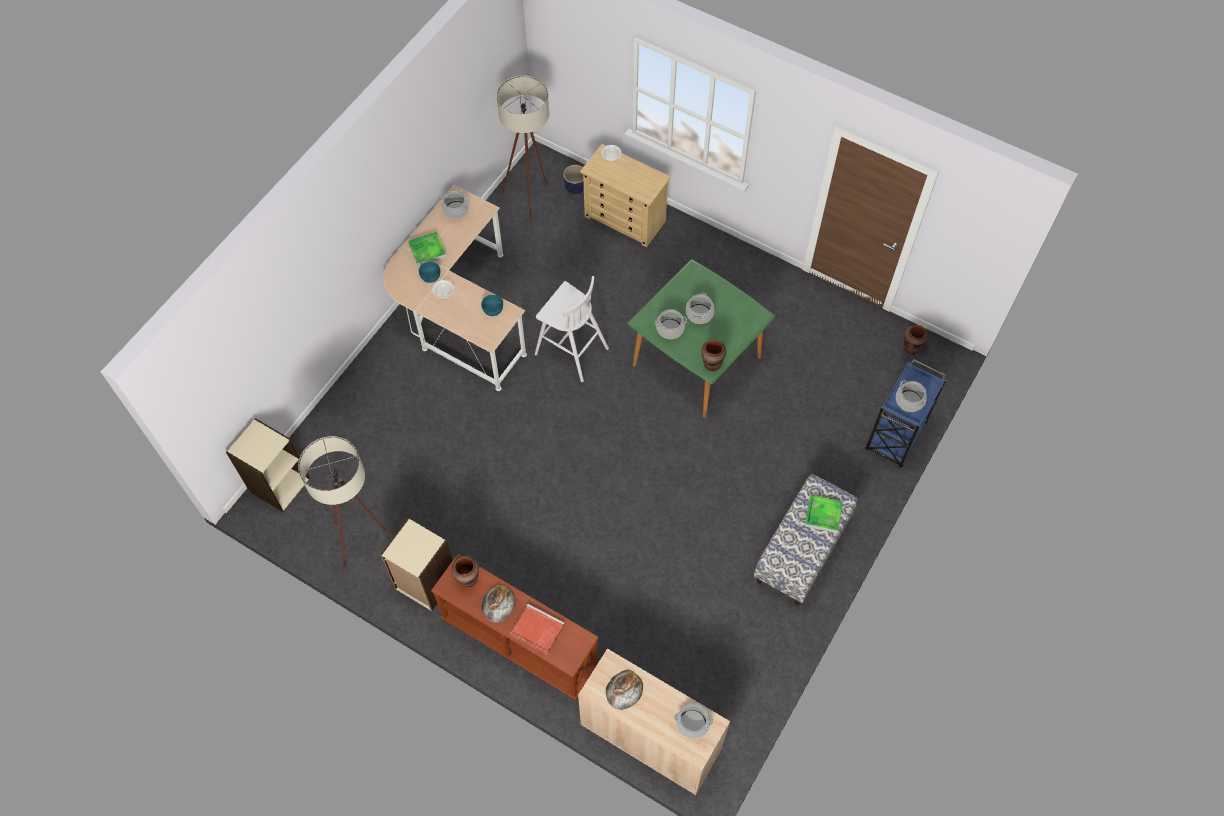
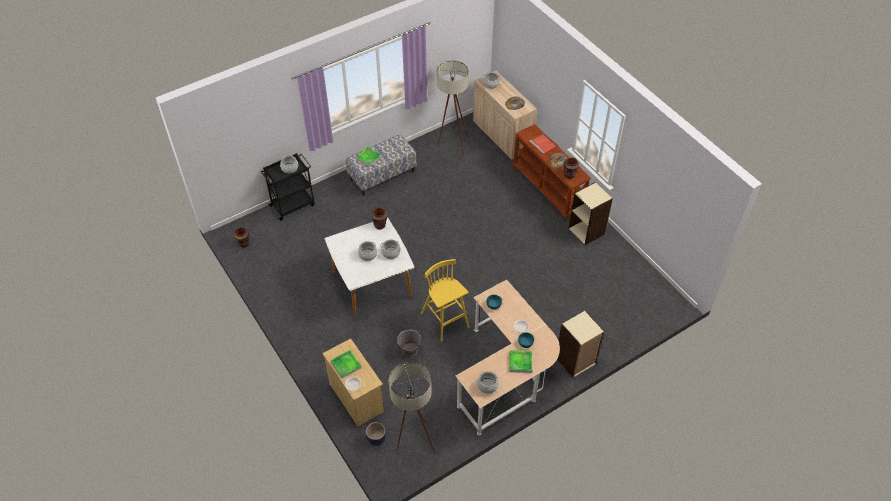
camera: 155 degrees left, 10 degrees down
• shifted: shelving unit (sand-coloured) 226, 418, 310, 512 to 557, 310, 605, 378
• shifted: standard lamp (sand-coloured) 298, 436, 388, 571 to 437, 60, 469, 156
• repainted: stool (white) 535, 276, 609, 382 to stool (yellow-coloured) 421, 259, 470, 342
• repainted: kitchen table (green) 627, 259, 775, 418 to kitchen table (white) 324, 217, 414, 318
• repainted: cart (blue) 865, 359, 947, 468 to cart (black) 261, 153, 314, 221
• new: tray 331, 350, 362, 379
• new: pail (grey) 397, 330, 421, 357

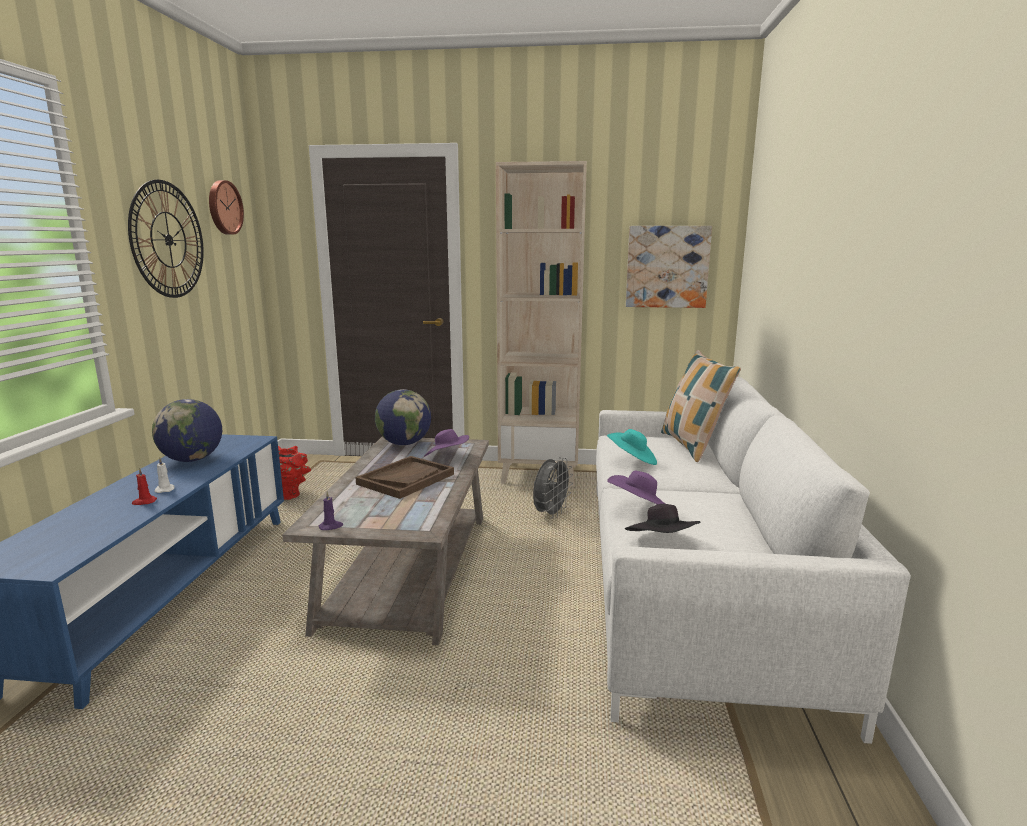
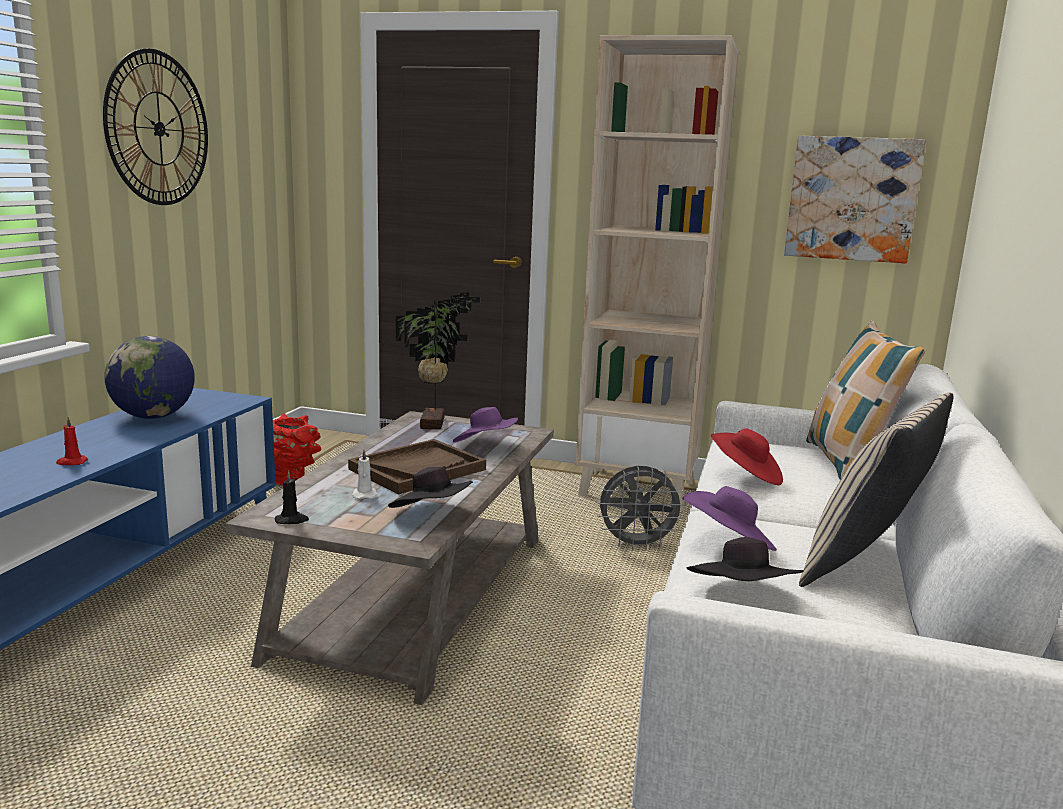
camera: 10 degrees right, 0 degrees up
• shifted: wax light (white) 155, 458, 175, 493 to 352, 450, 377, 499
• gone: hanging clock 209, 180, 244, 235
• repainted: wax light (purple-coloured) 319, 491, 343, 530 to wax light (black) 275, 471, 309, 524
• swapped: world globe 375, 389, 431, 445 to potted plant 396, 292, 480, 429
• rotated: fan (grey) 533, 457, 573, 519 = 597, 466, 686, 550 45 degrees clockwise
• repainted: hat (blue-green) 607, 429, 657, 465 to hat (red-coloured) 711, 428, 783, 485
• new: hat (black) 388, 467, 473, 508
• new: throw pillow (sand-coloured) 799, 392, 954, 587

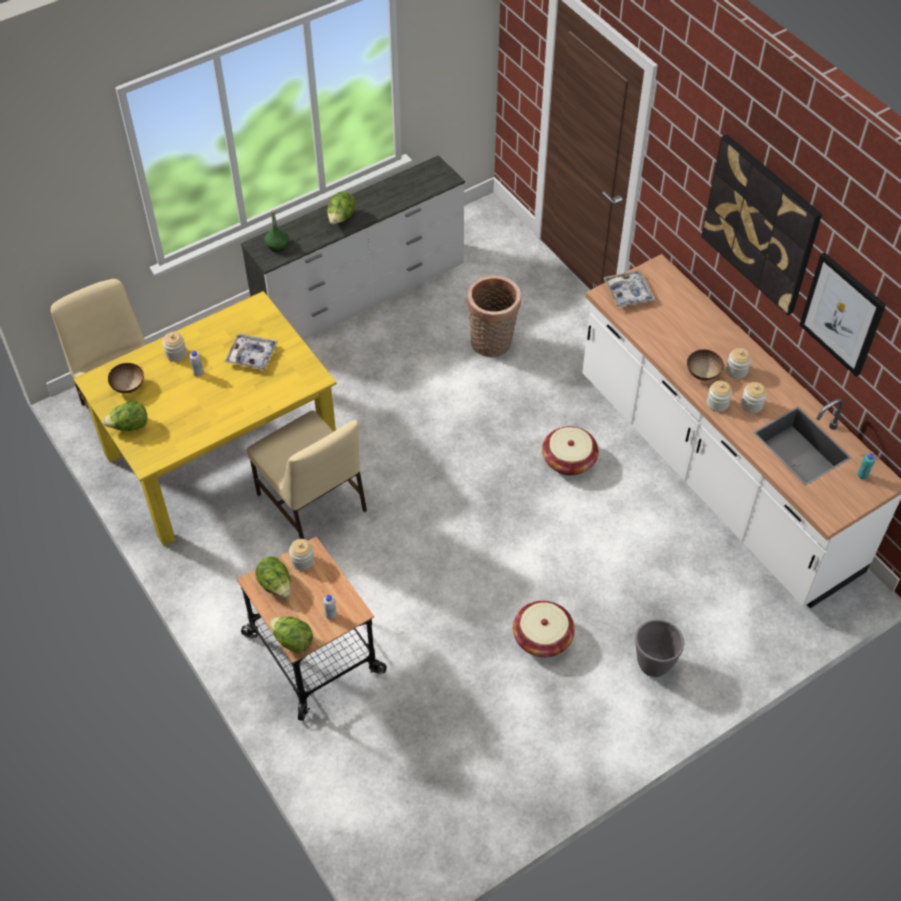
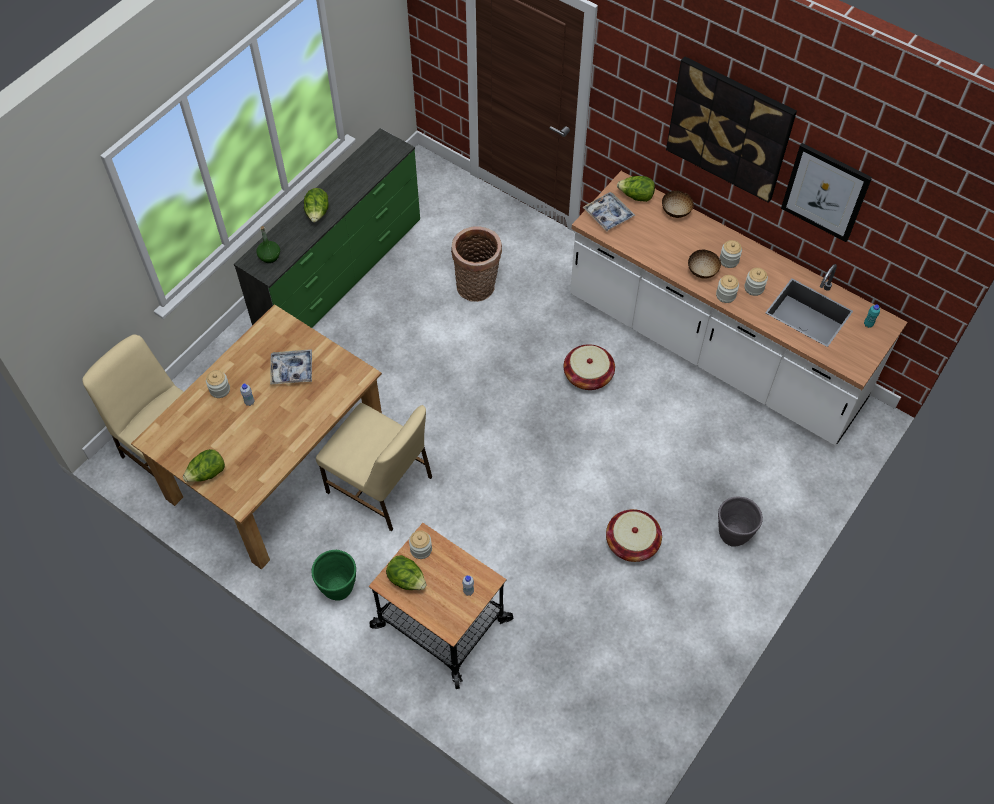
camera: 20 degrees left, 5 degrees up
• repainted: kitchen table (yellow-coloured) 74, 291, 337, 546 to kitchen table (brown-coloured) 131, 304, 382, 570
• shifted: deep dish 108, 363, 144, 394 to 662, 191, 694, 218
• repainted: chest of drawers (white) 241, 155, 465, 340 to chest of drawers (green) 234, 128, 420, 328
• shifted: lettuce head 270, 616, 313, 653 to 617, 176, 655, 202
• new: flower pot (green) 311, 550, 356, 601

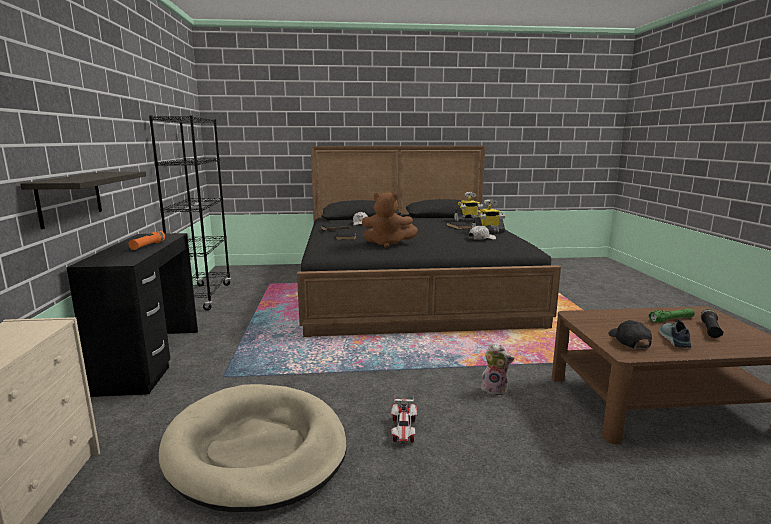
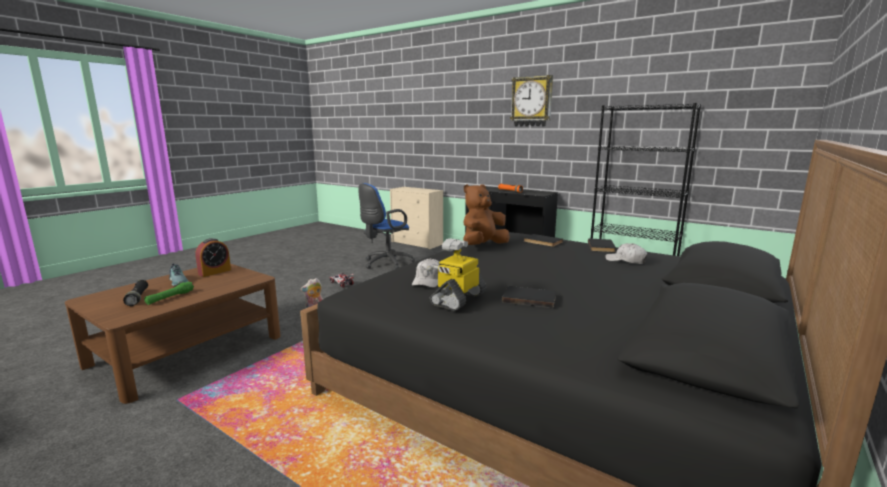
camera: 130 degrees right, 0 degrees up
• gone: bracket shelf 20, 172, 146, 229
• swapped: pet bed (sand-coloured) 159, 384, 347, 512 to desk chair (blue) 358, 183, 415, 269
• gone: model robot 454, 192, 483, 222
• swapped: baseball cap (black) 608, 320, 652, 349 to table clock 195, 238, 231, 277
• new: hanging clock 510, 75, 553, 126

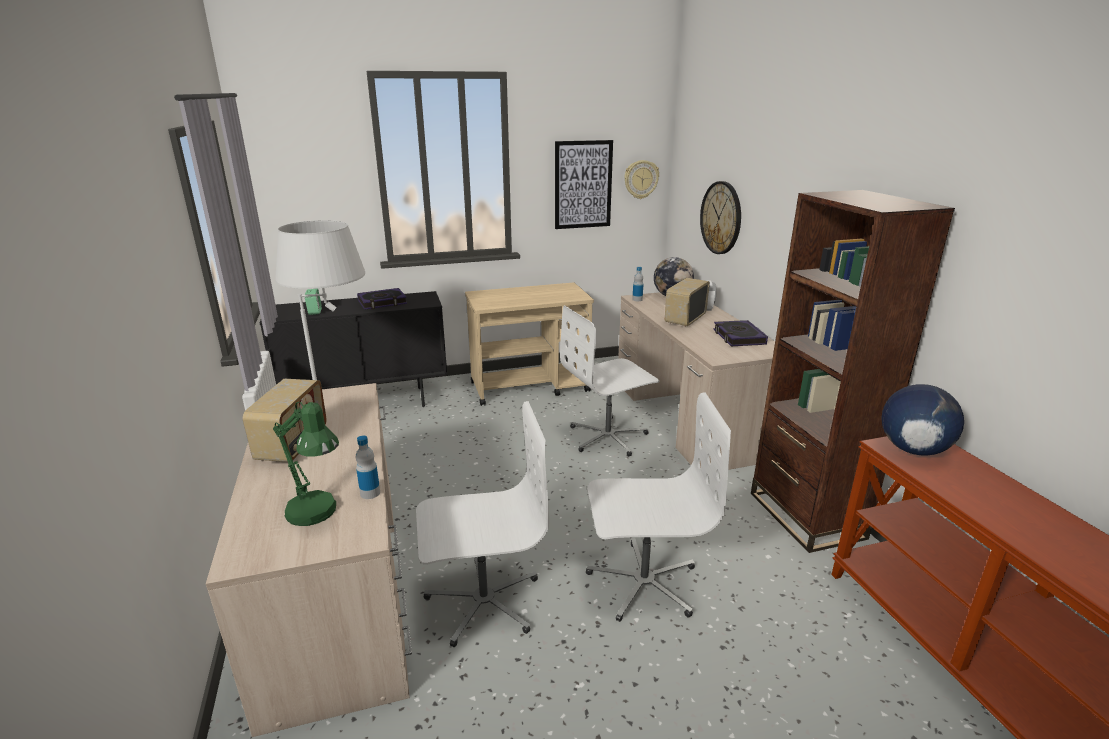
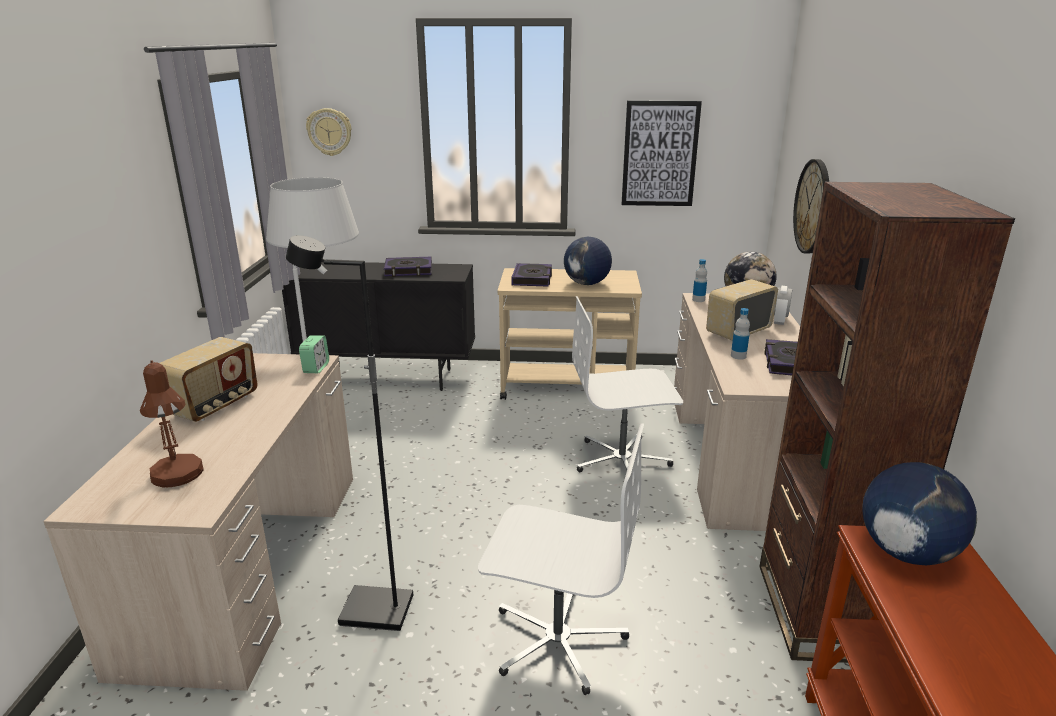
camera: 20 degrees right, 0 degrees up
• repainted: lamp for a table (green) 273, 402, 339, 526 to lamp for a table (brown-coloured) 140, 361, 204, 488
• shifted: table clock 305, 288, 322, 315 to 299, 335, 329, 373
• shifted: bottle 356, 436, 380, 499 to 731, 308, 750, 360
• swapped: desk chair (white) 416, 401, 549, 647 to standard lamp (black) 286, 235, 413, 631
• shifted: hanging clock 624, 160, 659, 199 to 306, 108, 351, 156
• new: bound book 512, 263, 552, 286
• new: world globe 564, 237, 612, 285

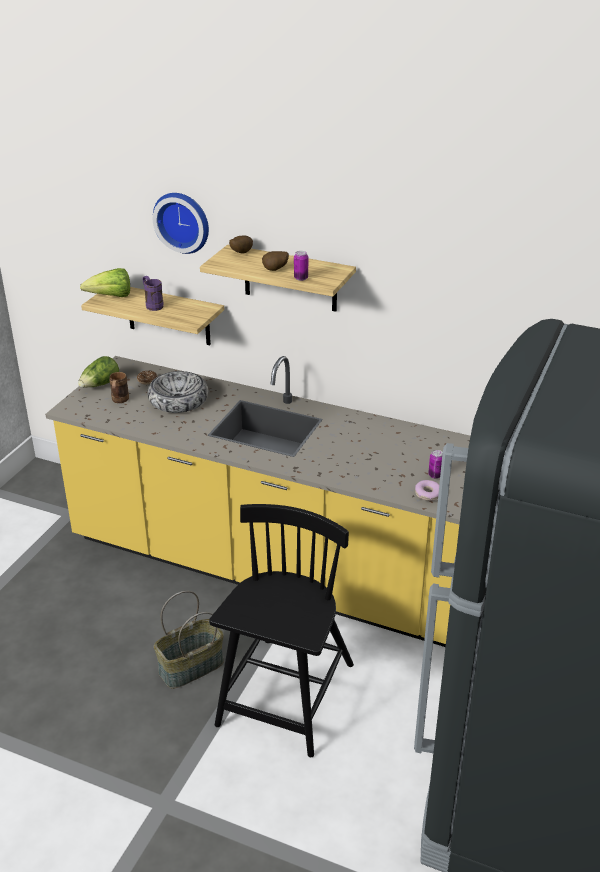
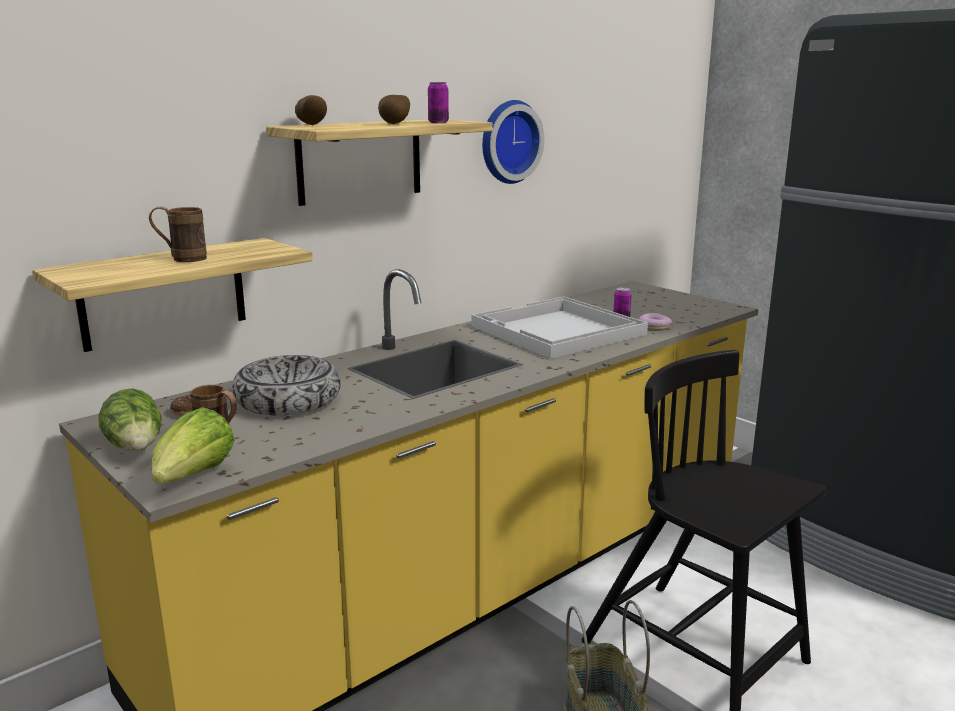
camera: 65 degrees left, 15 degrees down
• shifted: lettuce head 80, 268, 130, 297 to 152, 407, 235, 484
• repainted: tea mug (purple-coloured) 143, 276, 164, 311 to tea mug (brown-coloured) 149, 207, 207, 262
• shifted: hanging clock 153, 193, 209, 254 to 482, 100, 544, 184
• new: tray (white) 471, 297, 648, 359

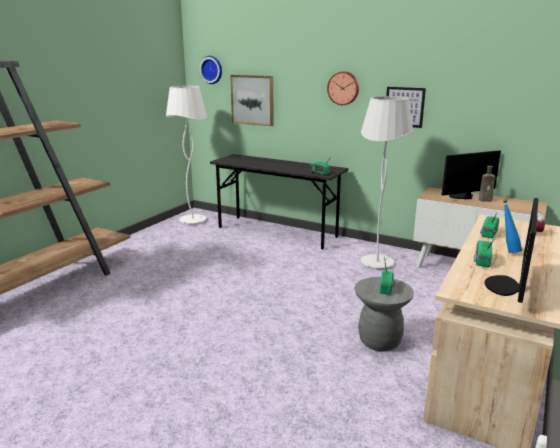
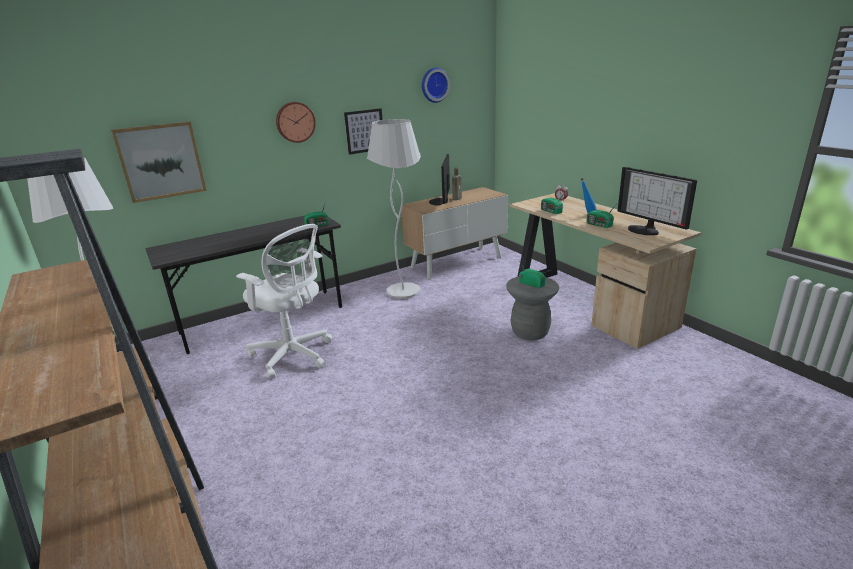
camera: 60 degrees left, 5 degrees up
• shifted: hanging clock 199, 56, 222, 84 to 422, 67, 450, 103
• new: desk chair (white) 236, 224, 332, 379

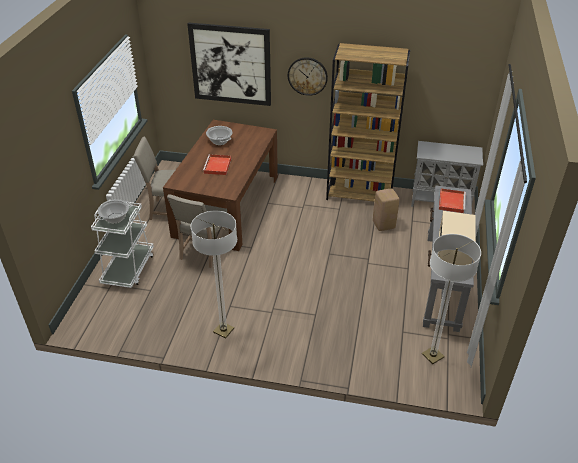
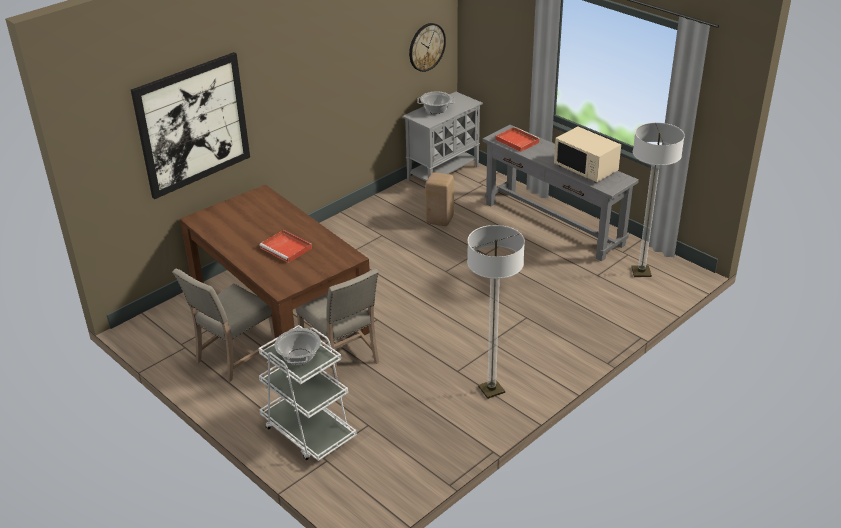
camera: 55 degrees left, 5 degrees down
• shifted: stockpot 206, 126, 233, 145 to 417, 91, 455, 114
• shifted: hanging clock 288, 57, 328, 96 to 409, 23, 446, 72
• gone: shelving unit (brown-coloured) 326, 43, 410, 202

